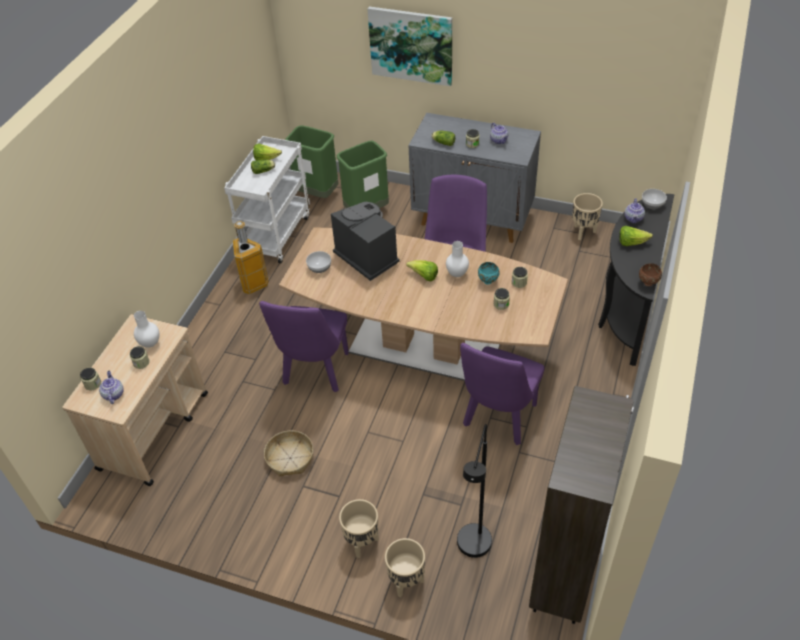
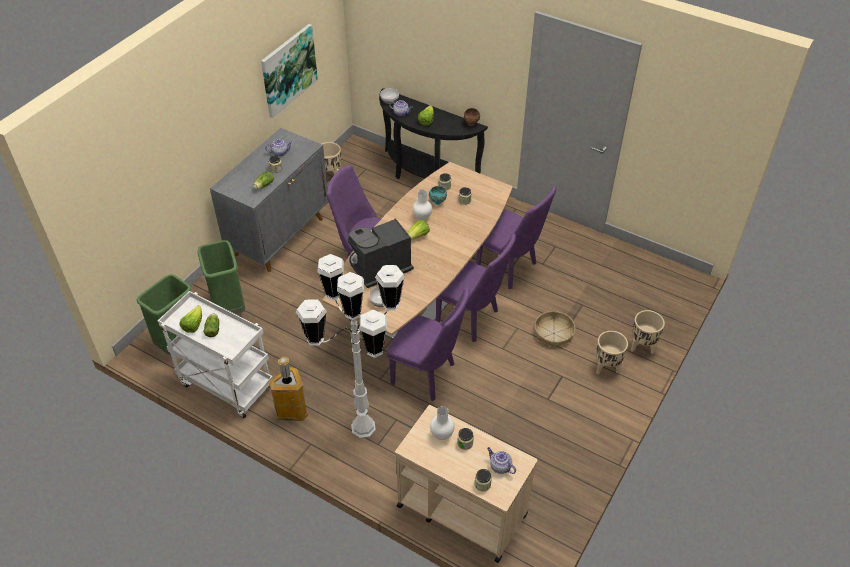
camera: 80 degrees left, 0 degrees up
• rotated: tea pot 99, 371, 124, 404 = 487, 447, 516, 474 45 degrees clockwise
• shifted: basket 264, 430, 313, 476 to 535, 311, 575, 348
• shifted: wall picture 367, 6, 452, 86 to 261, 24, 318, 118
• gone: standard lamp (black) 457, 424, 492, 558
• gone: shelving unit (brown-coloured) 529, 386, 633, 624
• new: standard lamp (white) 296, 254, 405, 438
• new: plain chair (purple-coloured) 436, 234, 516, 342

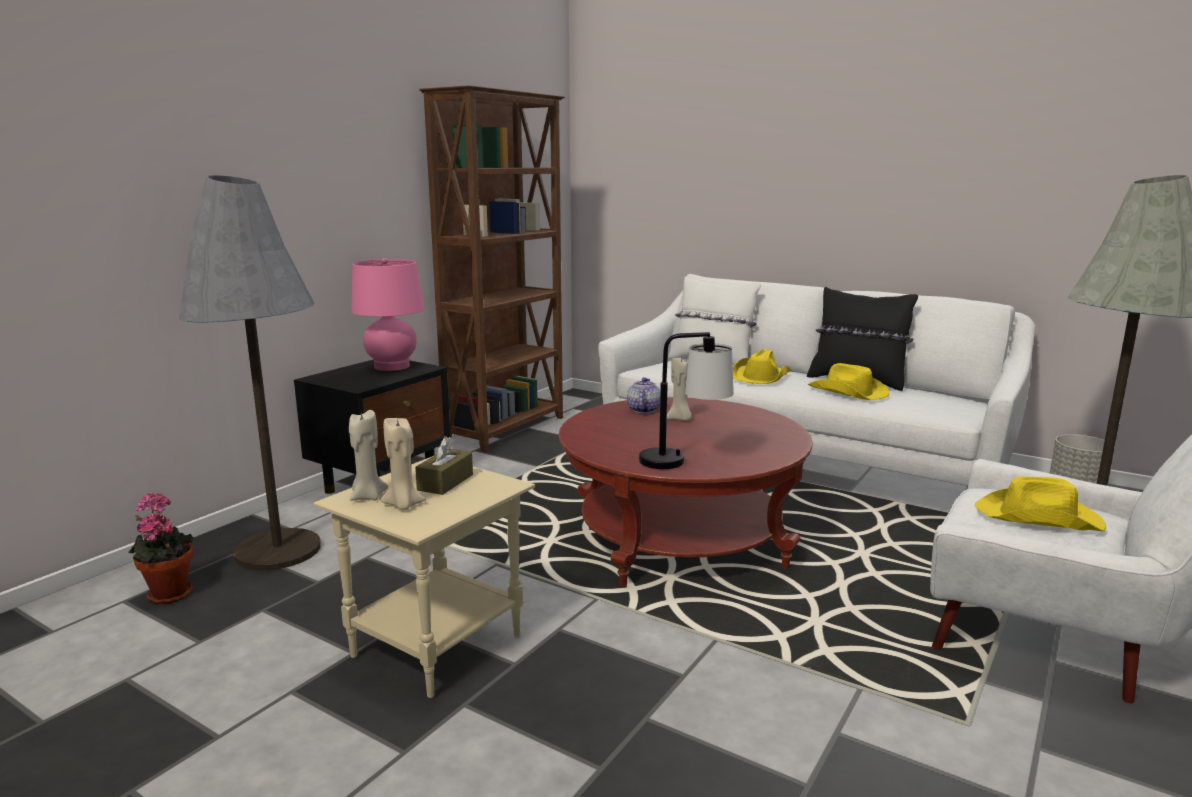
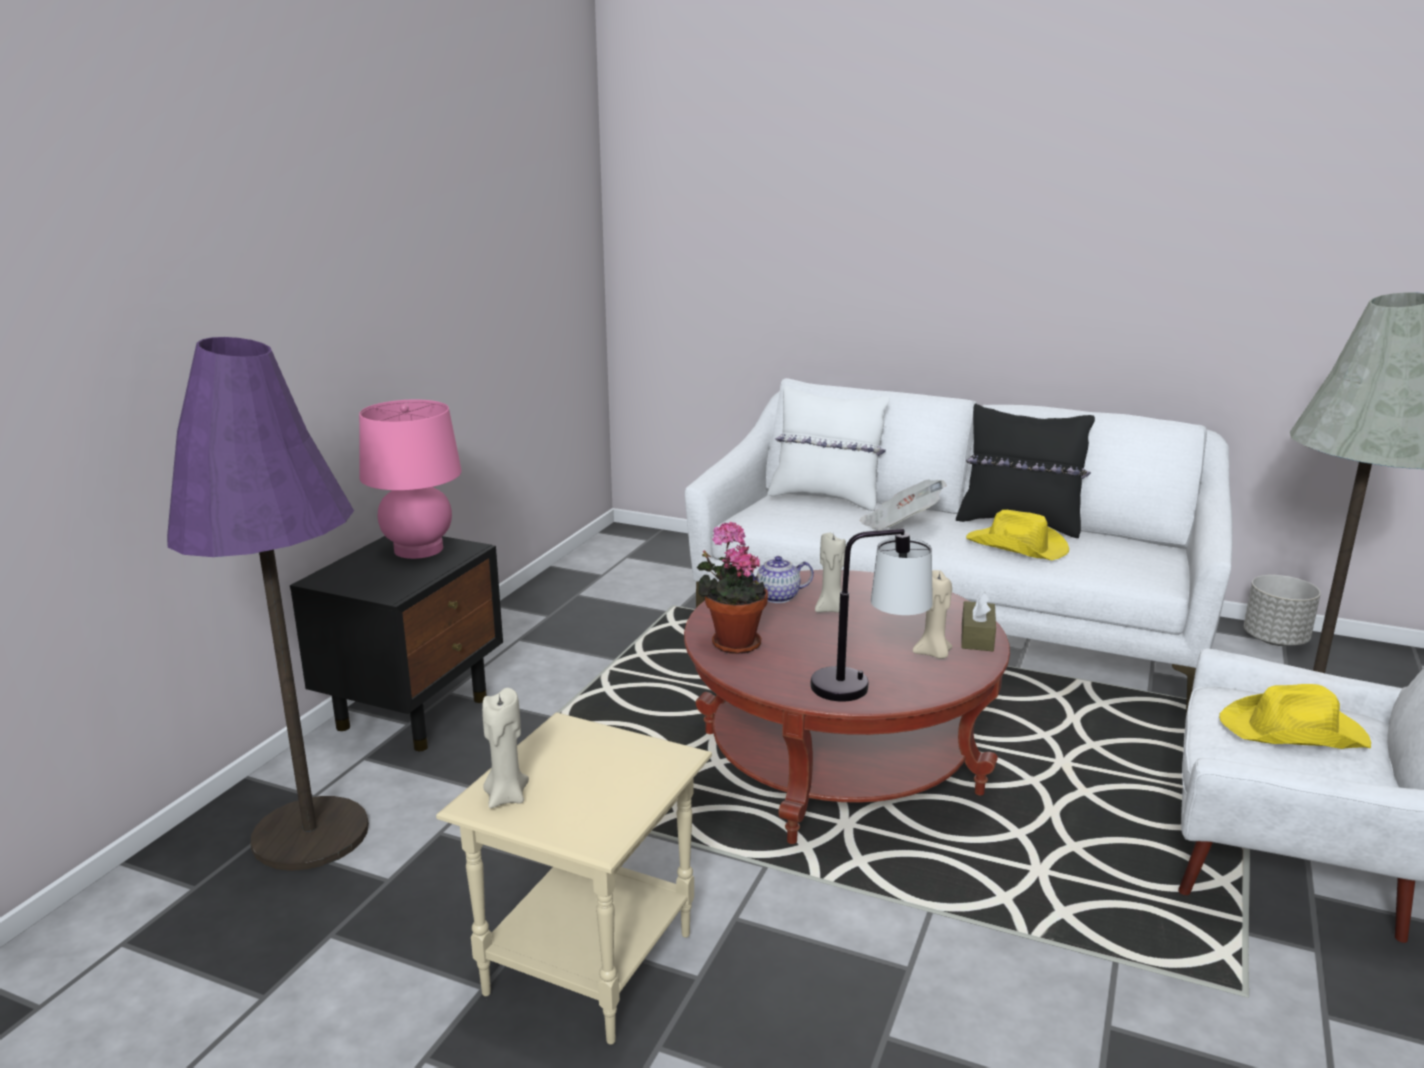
camera: 10 degrees left, 5 degrees up
• shifted: potted plant 129, 493, 195, 604 to 696, 522, 768, 654
• repainted: standard lamp (grey) 179, 175, 321, 570 to standard lamp (purple-coloured) 167, 337, 369, 871
• shifted: wax light (sand-coloured) 381, 416, 426, 510 to 912, 570, 952, 659
• shifted: tissue box (brown-coloured) 415, 436, 473, 495 to 961, 591, 996, 651
• gone: shelving unit (brown-coloured) 419, 85, 565, 452
• rotated: tea pot 627, 377, 660, 413 = 749, 556, 814, 603 105 degrees counterclockwise
• swapped: hat (yellow-coloured) 733, 349, 790, 384 to newspaper 860, 480, 947, 531

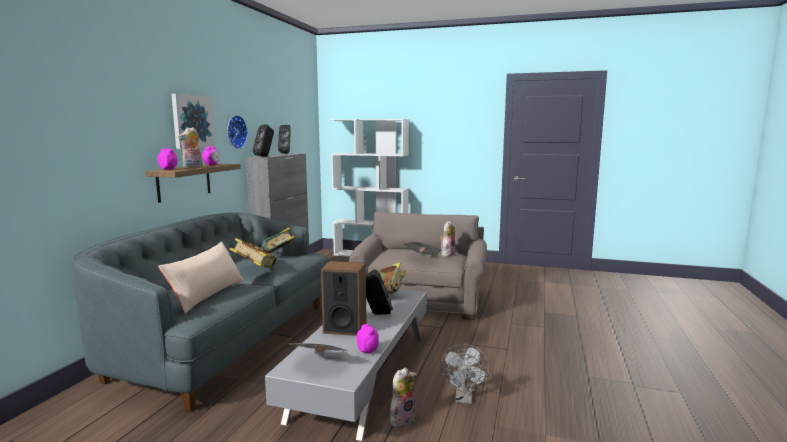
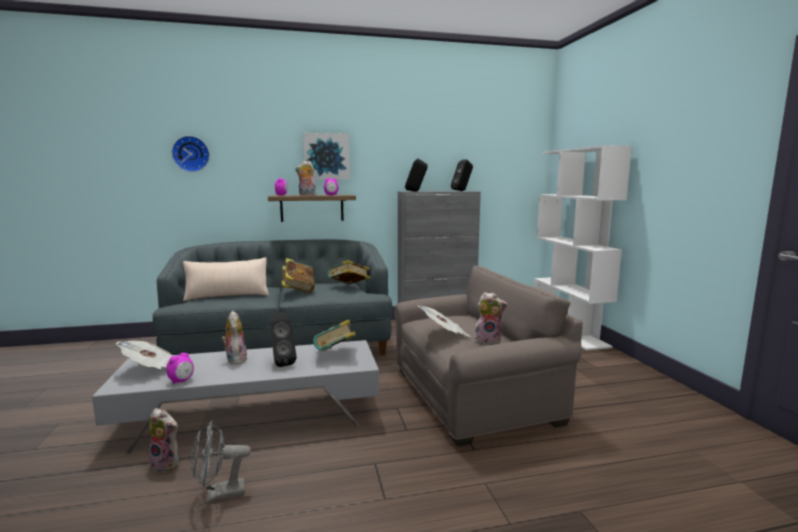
camera: 60 degrees right, 0 degrees up
• shifted: hanging clock 227, 115, 248, 149 to 172, 136, 210, 172
• swapped: audio speaker 321, 261, 366, 336 to plush toy 221, 311, 248, 364

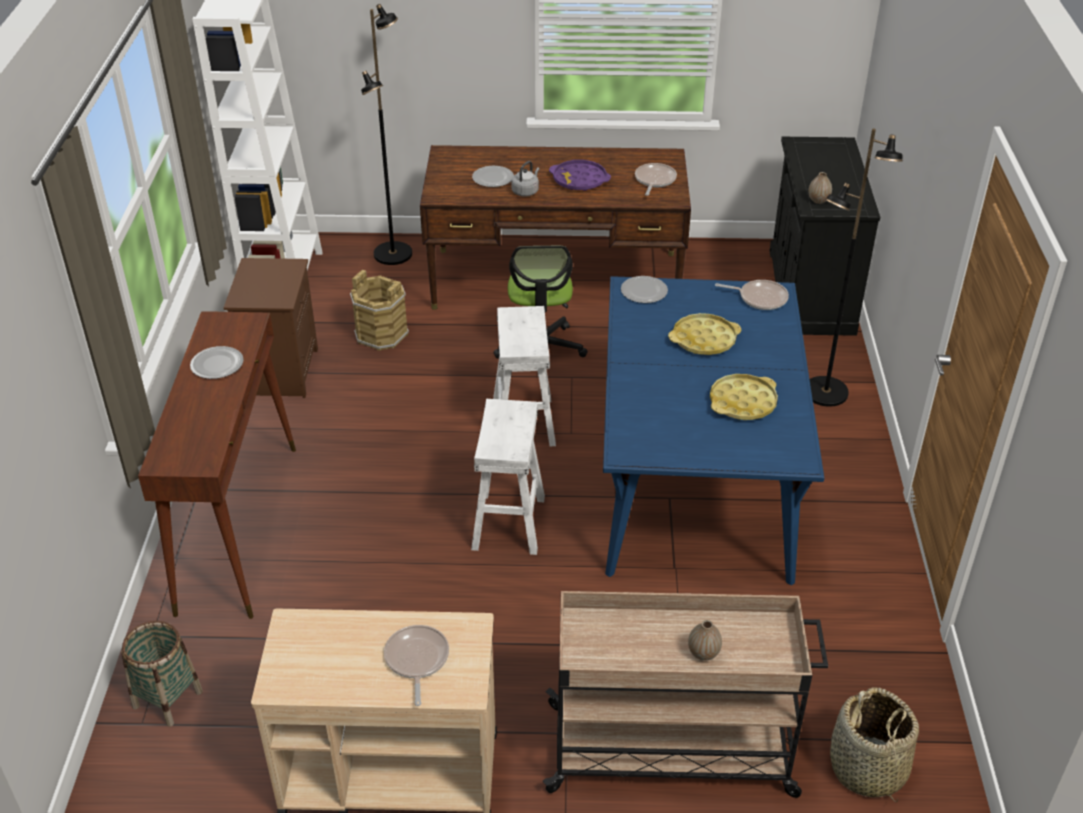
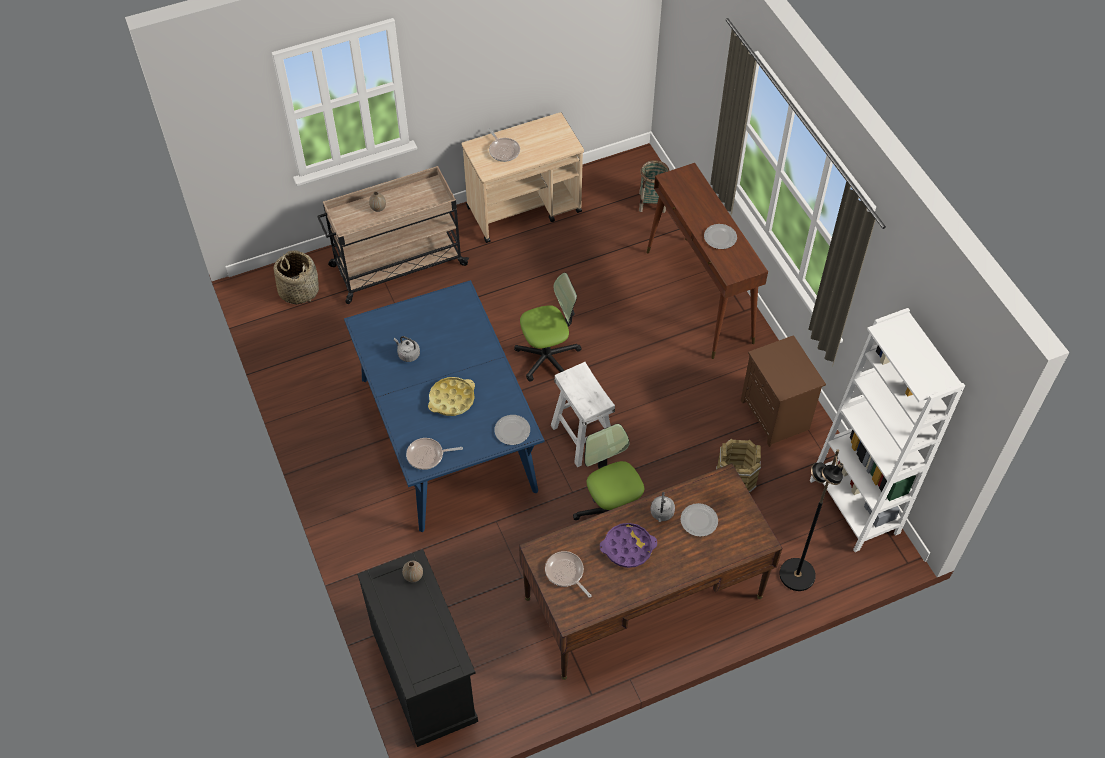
camera: 155 degrees right, 15 degrees up
• swapped: stool (white) 471, 399, 545, 555 to desk chair 514, 273, 582, 381
• rotated: pan 635, 163, 677, 196 = 545, 551, 592, 598 150 degrees clockwise
• swapped: tray (yellow-coloured) 710, 374, 778, 420 to kettle (grey) 394, 336, 420, 362
• gone: standard lamp (black) 810, 129, 903, 407

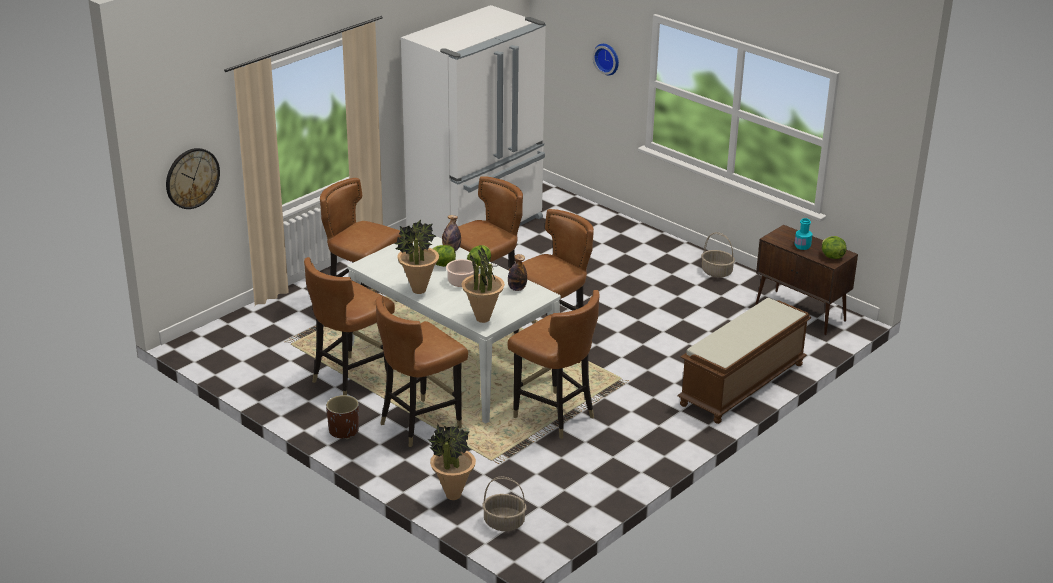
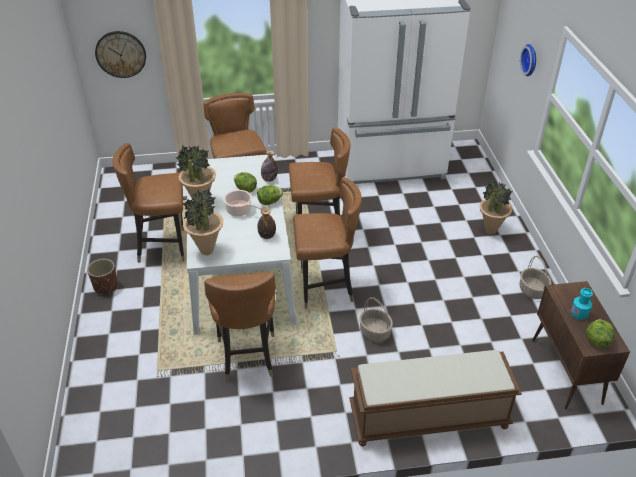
camera: 40 degrees right, 10 degrees up
• gone: plain chair (brown-coloured) 376, 296, 468, 447
• shifted: potted plant 428, 424, 476, 500 to 479, 178, 512, 234
• shifted: basket 482, 477, 526, 531 to 359, 297, 393, 342

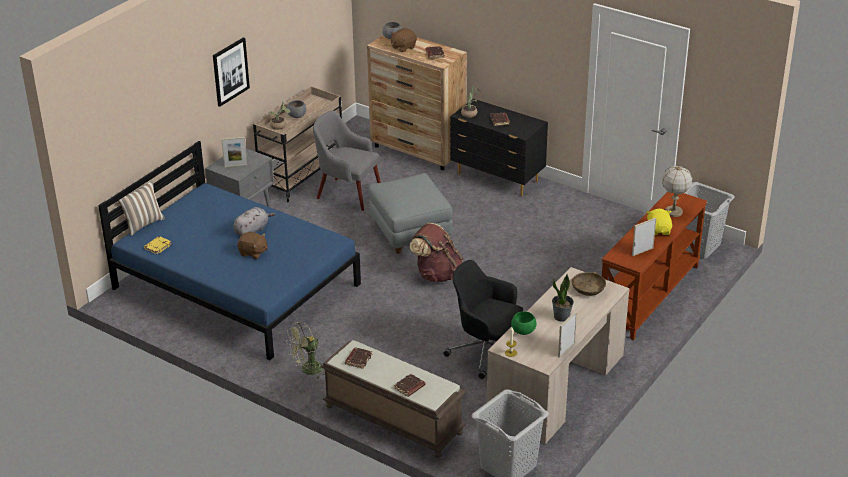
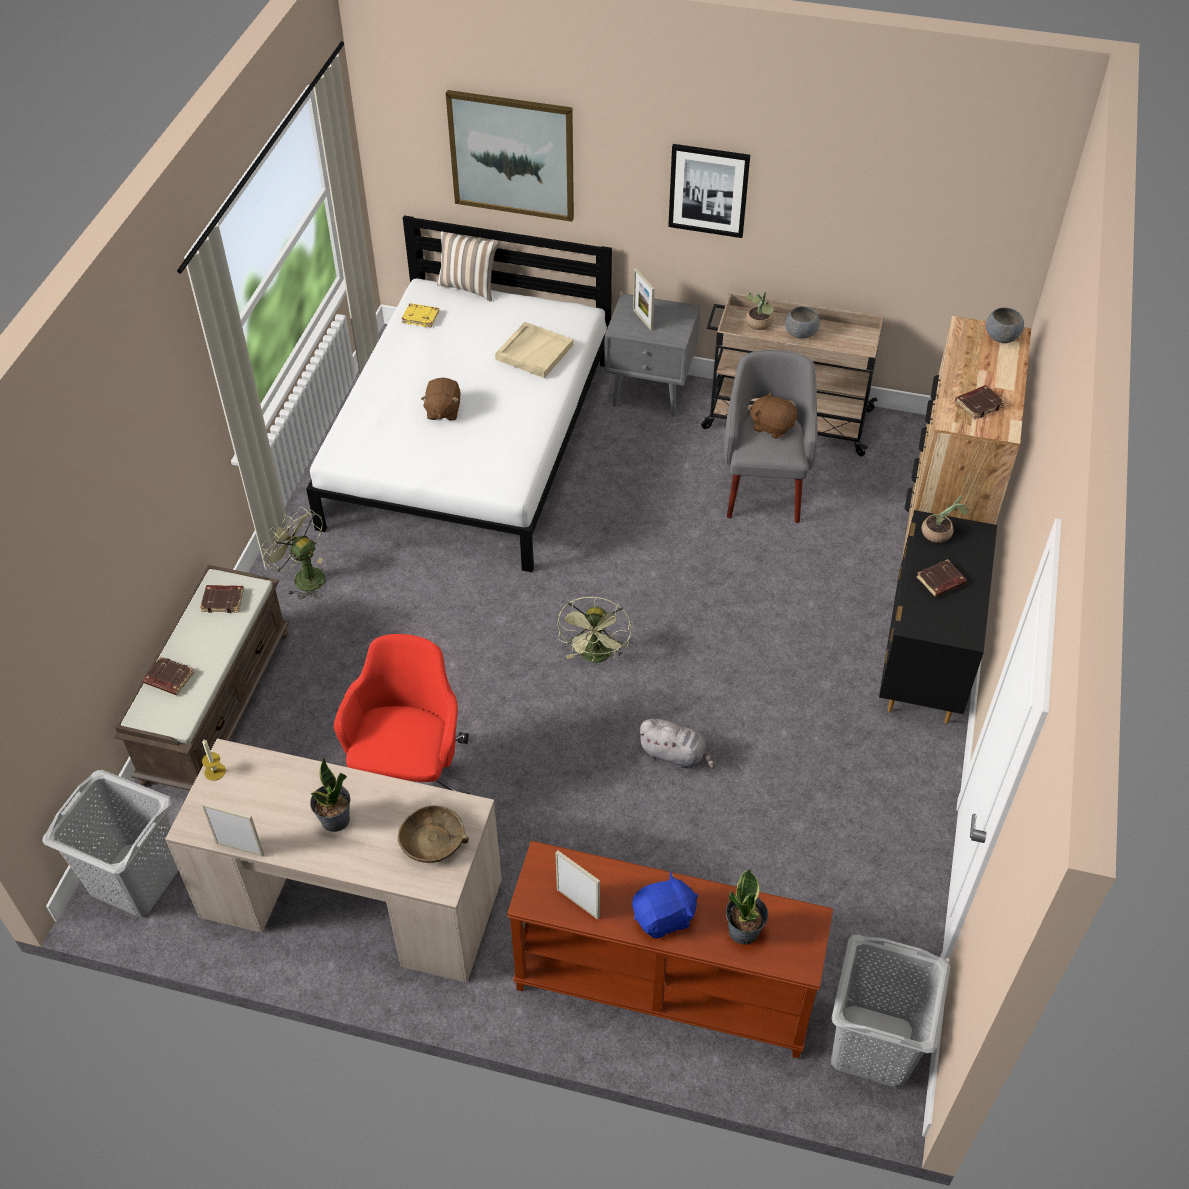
camera: 70 degrees right, 15 degrees up
• repainted: sleeping bed (blue) 98, 141, 361, 360 to sleeping bed (white) 306, 215, 612, 572
• shifted: plush toy (grey) 233, 207, 275, 236 to 638, 719, 715, 769
• gone: ottoman (grey) 368, 173, 453, 254
• shifted: plush toy (brown-coloured) 391, 28, 417, 52 to 749, 391, 797, 439
• swapped: backpack (brown-coloured) 409, 223, 463, 282 to fan (green) 557, 597, 632, 663
• repainted: desk chair (black) 444, 260, 523, 379 to desk chair (red-coloured) 334, 634, 470, 794
• gone: deep dish (green) 511, 311, 537, 335
• repainted: plush toy (yellow-coloured) 647, 209, 672, 235 to plush toy (blue) 632, 871, 698, 939
• swapped: lamp for a table 662, 166, 693, 217 to potted plant 726, 869, 768, 945
• new: wall picture 446, 90, 574, 222
• new: tray (sand-coloured) 495, 322, 573, 378

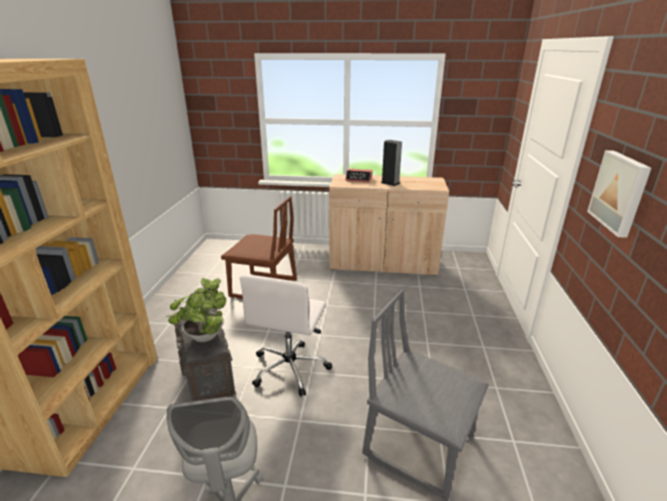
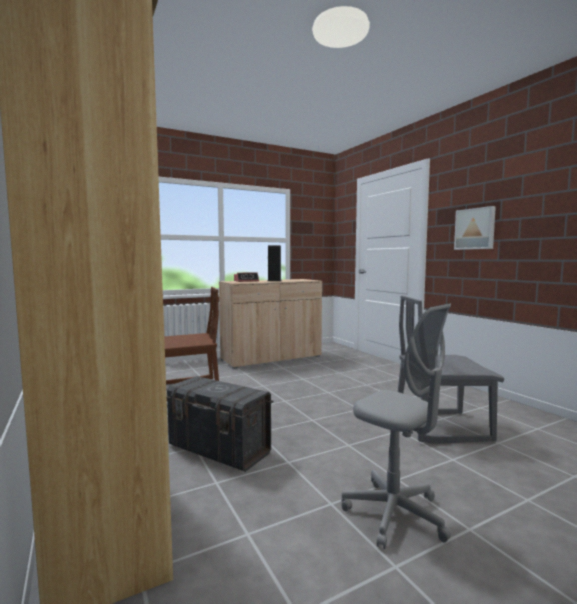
camera: 35 degrees left, 20 degrees down
• gone: potted plant 166, 278, 226, 342
• gone: desk chair (white) 240, 275, 332, 397

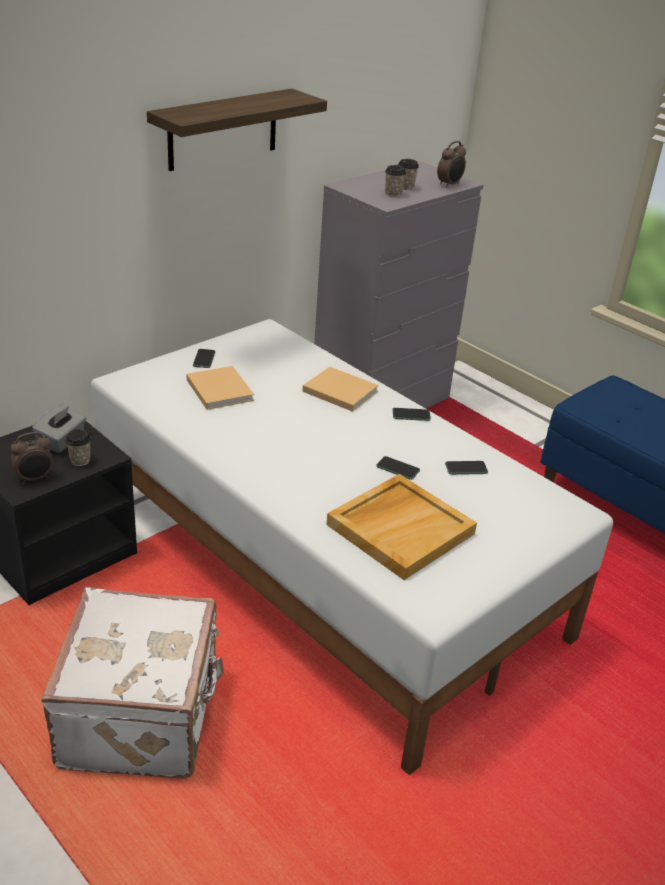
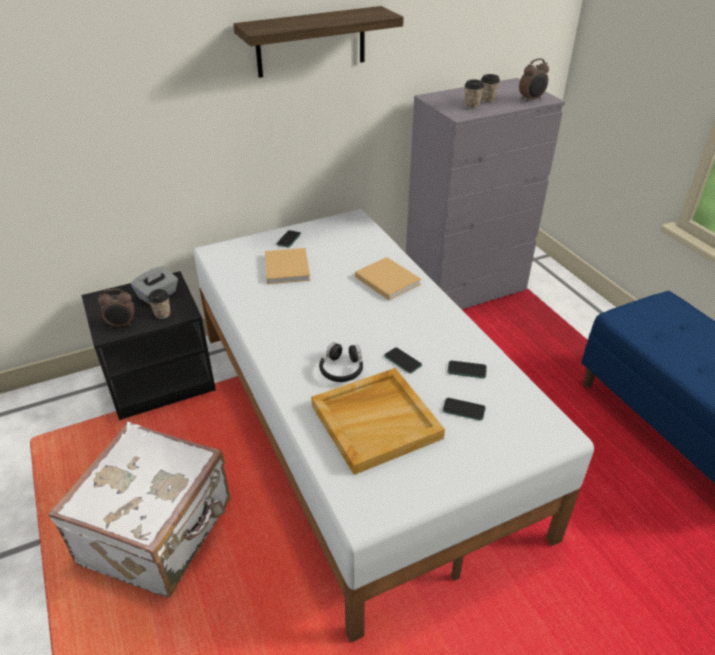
camera: 20 degrees right, 5 degrees up
• shifted: handset 392, 408, 431, 421 to 443, 398, 486, 421
• new: pair of headphones (black) 319, 342, 363, 382

